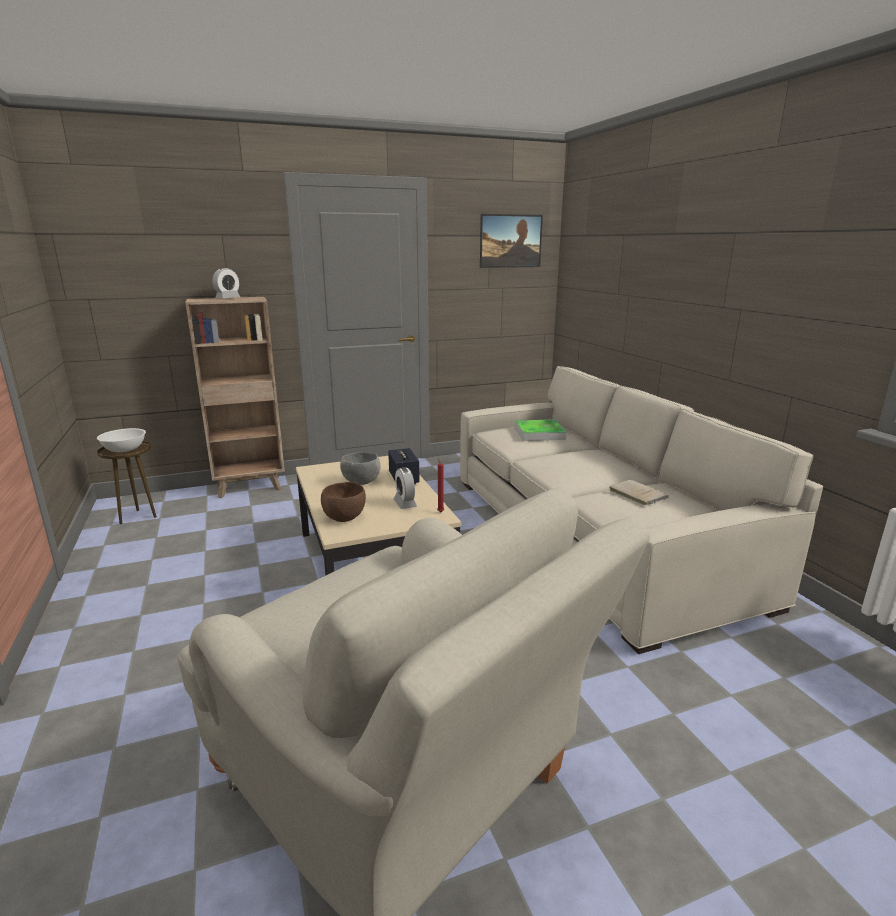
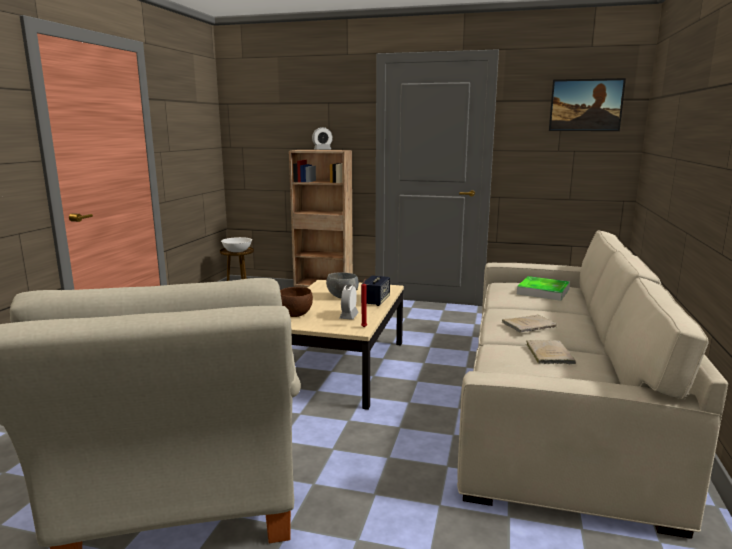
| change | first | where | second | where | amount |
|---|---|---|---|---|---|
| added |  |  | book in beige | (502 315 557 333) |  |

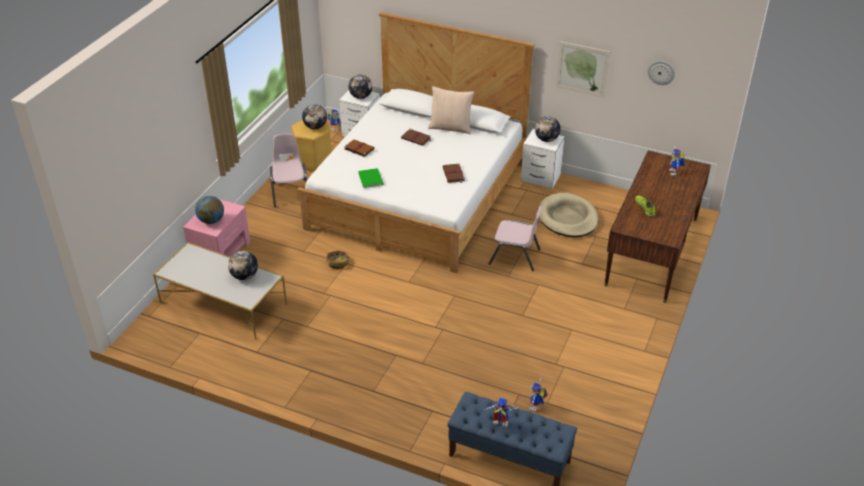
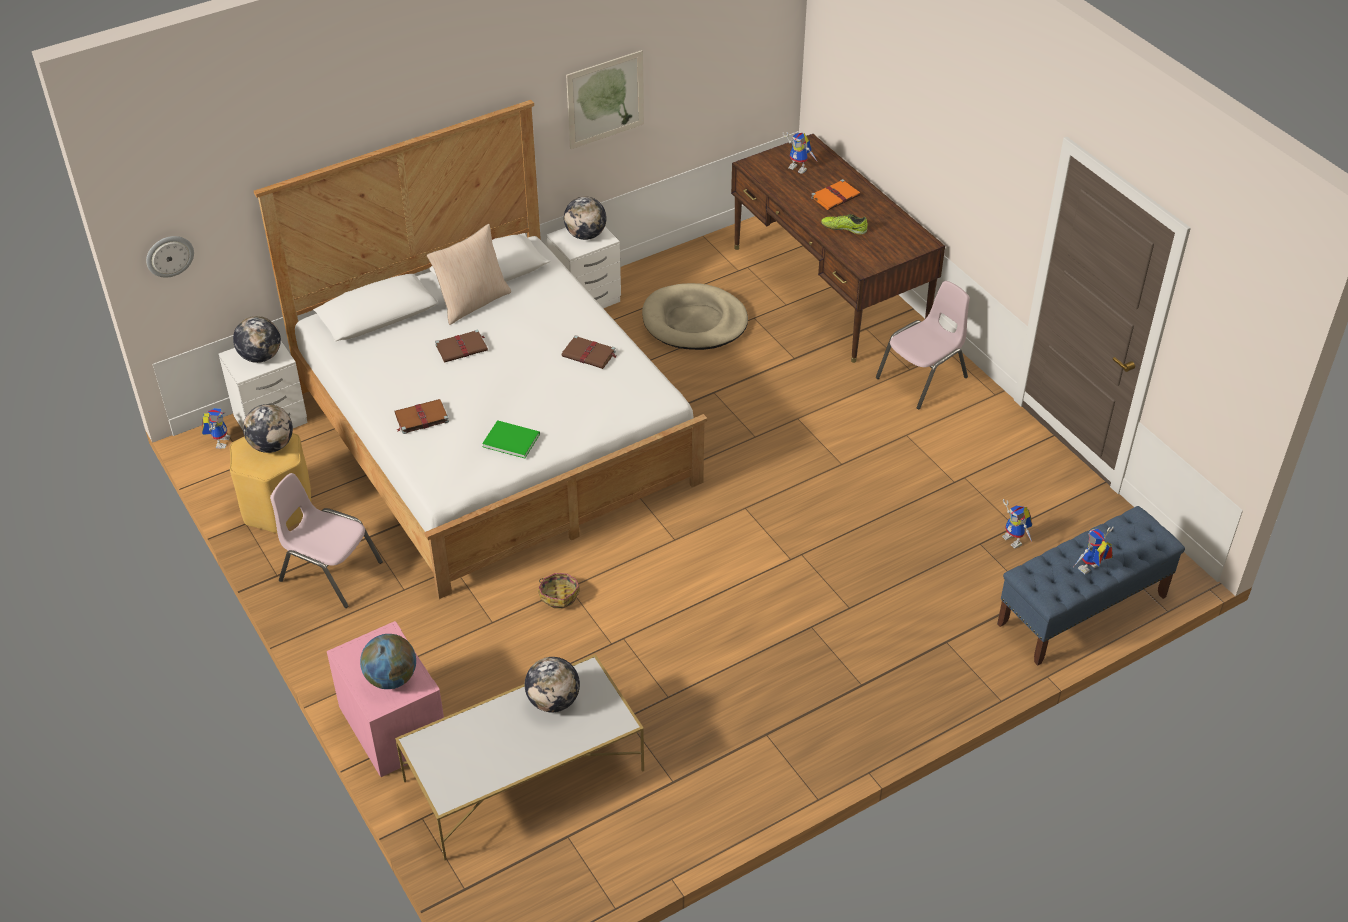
| change | first | where | second | where | amount |
|---|---|---|---|---|---|
| added |  |  | book in orange | (811 179 860 210) |  |
| moved | chair in pink | (489 205 542 272) |  | (876 281 970 409) |  |
| moved | wall clock | (648 61 675 85) |  | (146 236 194 278) |  |

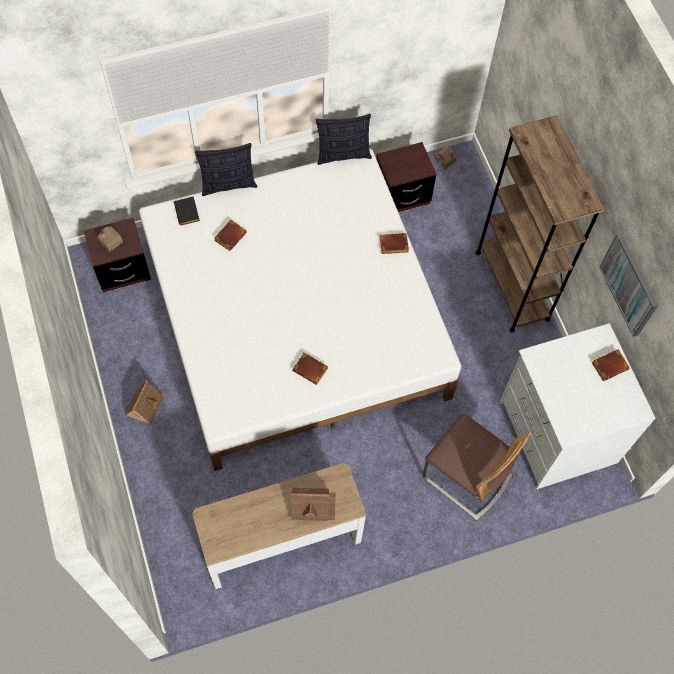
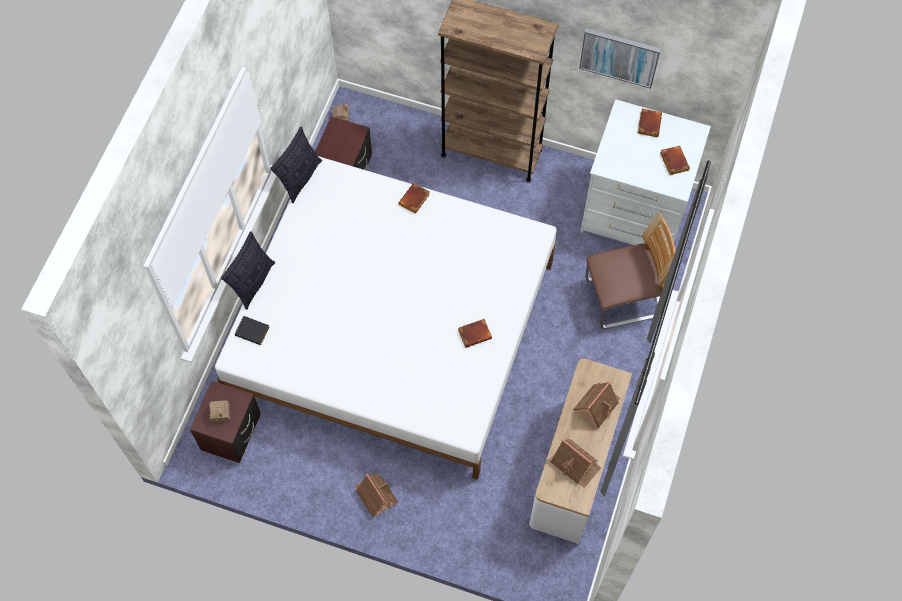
| change | first | where | second | where | amount |
|---|---|---|---|---|---|
| added |  |  | toy house | (551 439 601 488) |  |
| moved | book in brown | (214 220 247 251) |  | (660 146 690 175) |  |

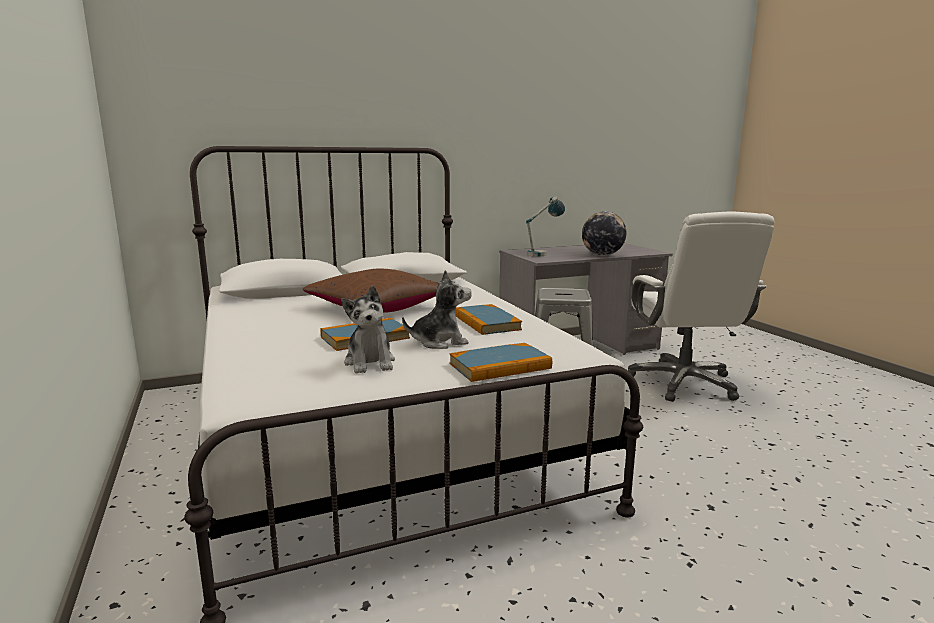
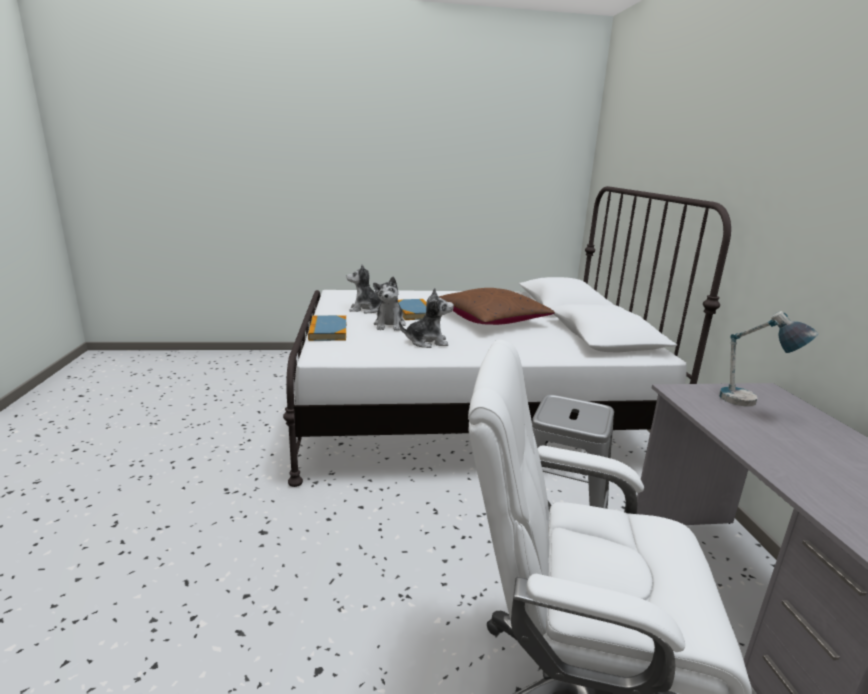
| change | first | where | second | where | amount |
|---|---|---|---|---|---|
| removed | globe | (582 211 626 255) |  |  |  |
| replaced | book | (455 304 522 335) | plush toy | (399 288 454 348) |  |

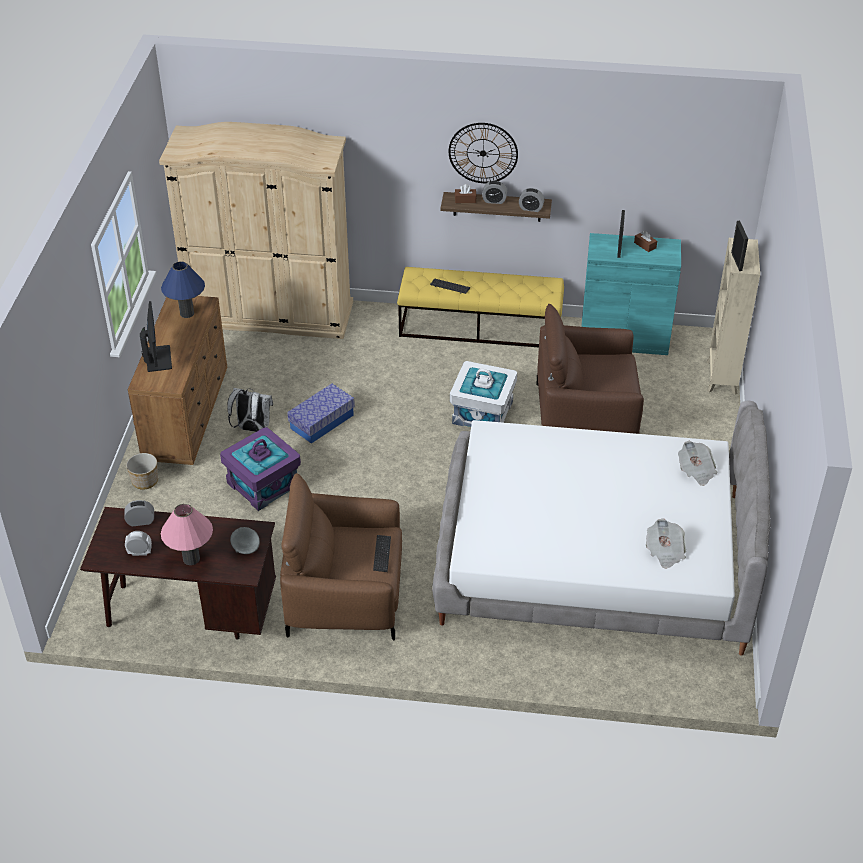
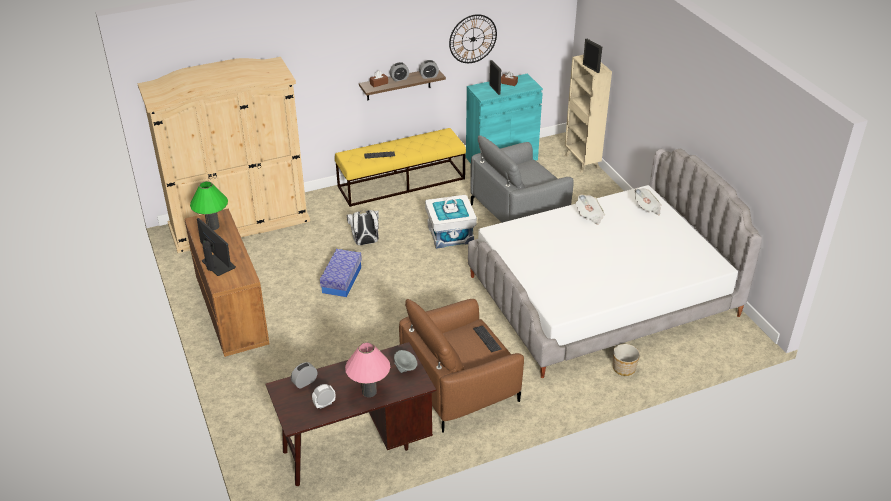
| change | first | where | second | where | amount |
|---|---|---|---|---|---|
| removed | storage box in purple | (220 427 301 511) |  |  |  |
| moved | planter | (126 453 158 490) |  | (613 344 640 376) |  |
| moved | backpack in white | (227 388 273 432) |  | (347 210 379 245) |  |
| moved | wall clock | (449 123 518 183) |  | (449 14 497 63) |  |
| moved | newspaper | (646 519 686 569) |  | (576 194 605 225) |  |
| recoloured | table lamp in blue | (161 261 205 318) | table lamp in green | (190 181 228 230) |  |
| recoloured | armchair in brown | (537 304 644 434) | armchair in grey | (470 135 574 223) |  |

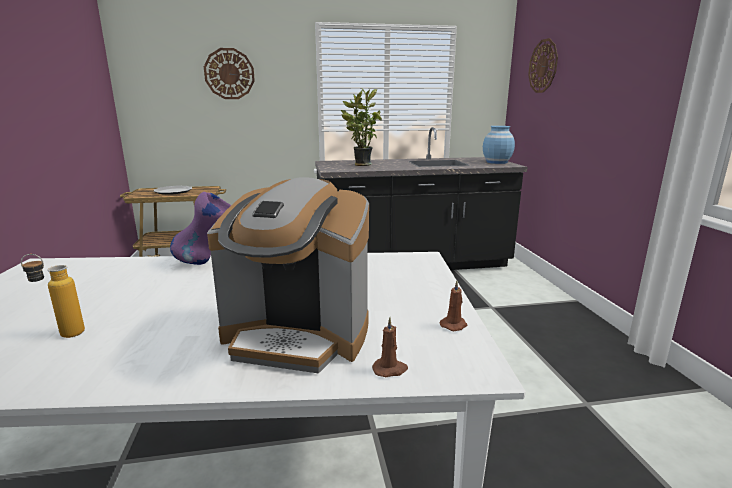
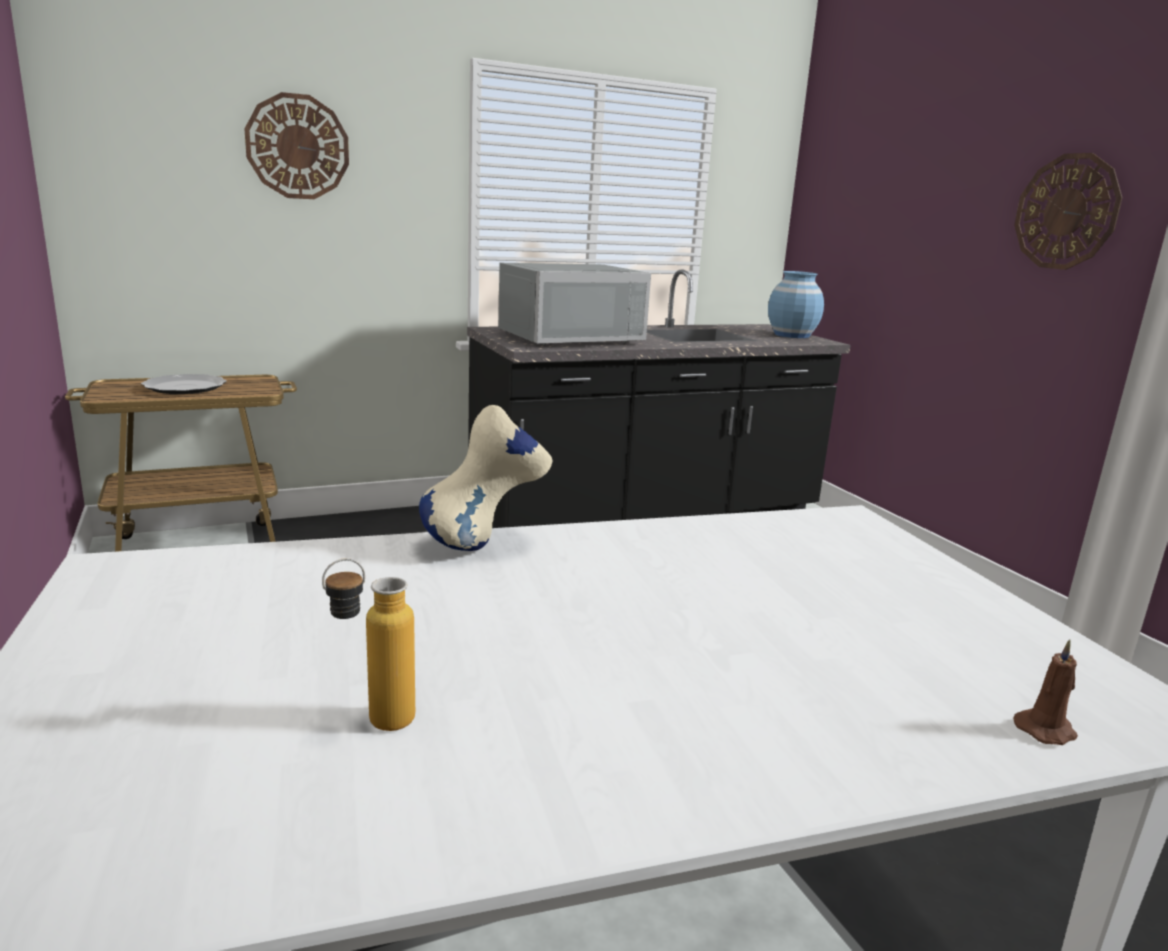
| change | first | where | second | where | amount |
|---|---|---|---|---|---|
| removed | coffee machine | (207 177 369 374) |  |  |  |
| removed | candle in brown | (440 281 467 331) |  |  |  |
| moved | wall clock | (528 38 558 93) |  | (1014 153 1123 270) |  |
| replaced | potted plant | (341 88 382 166) | microwave in grey | (498 263 651 346) |  |
| recoloured | vase in purple | (170 192 231 265) | vase in beige | (419 405 552 551) |  |

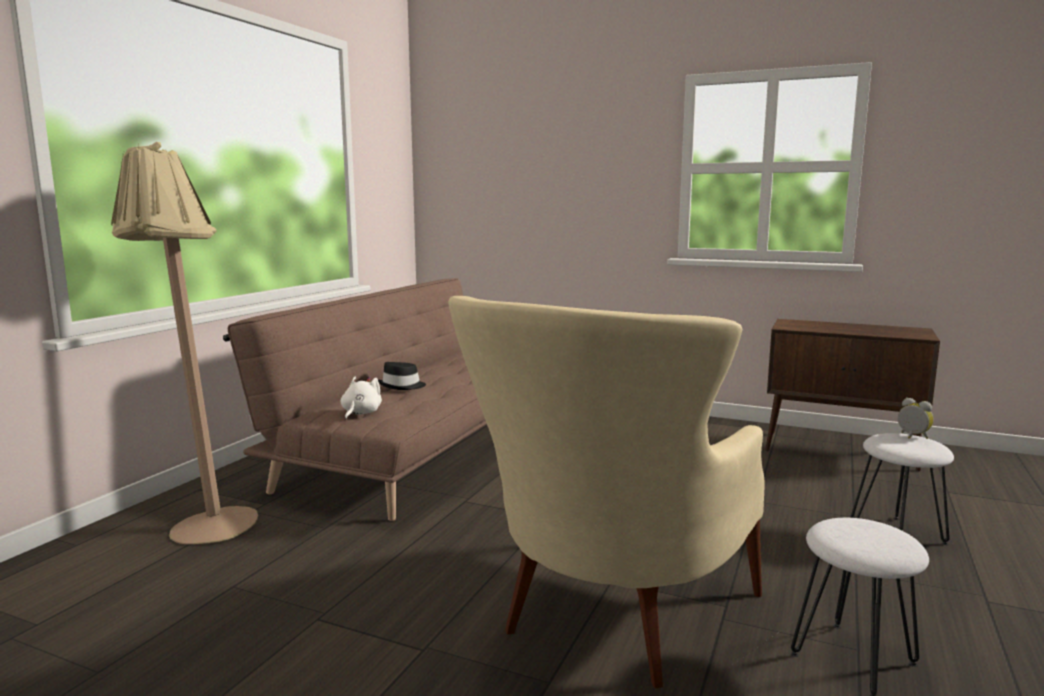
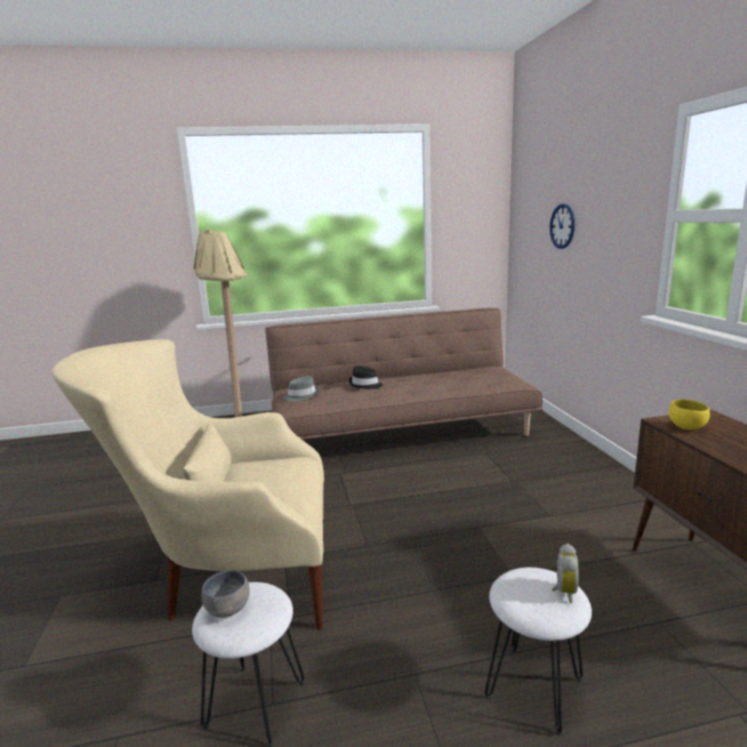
| change | first | where | second | where | amount |
|---|---|---|---|---|---|
| added |  |  | bowl in grey | (201 570 250 618) |  |
| added |  |  | wall clock | (550 204 575 249) |  |
| added |  |  | bowl in yellow | (669 399 710 430) |  |
| replaced | plush toy in white | (341 376 382 420) | hat in grey | (284 376 319 401) |  |

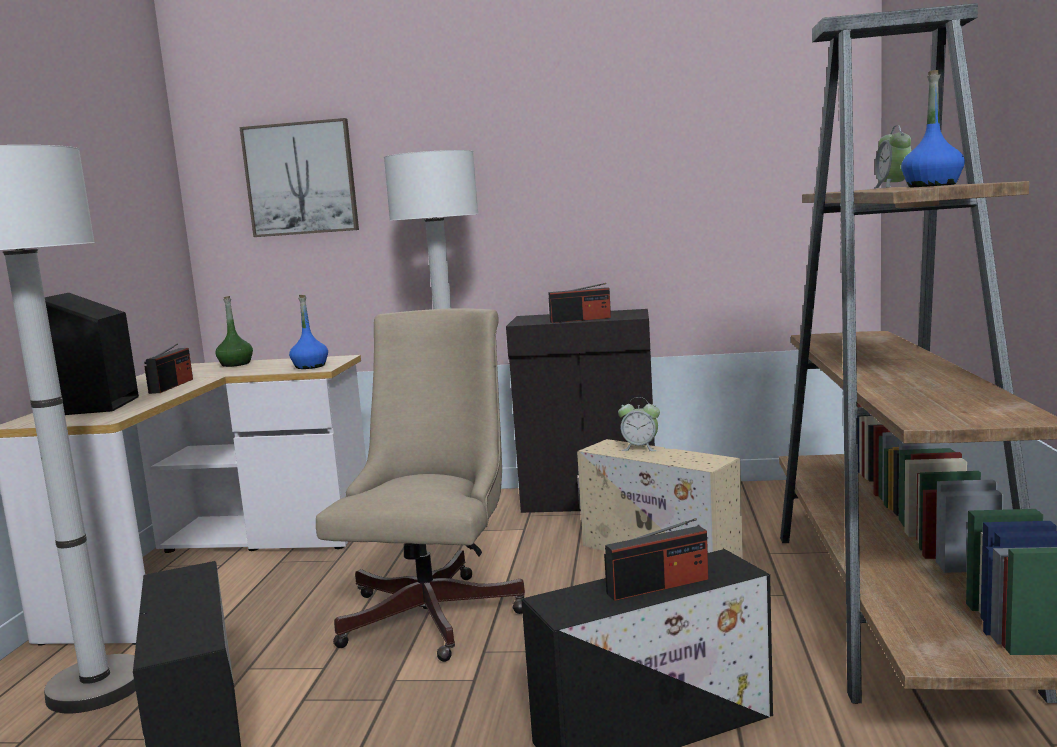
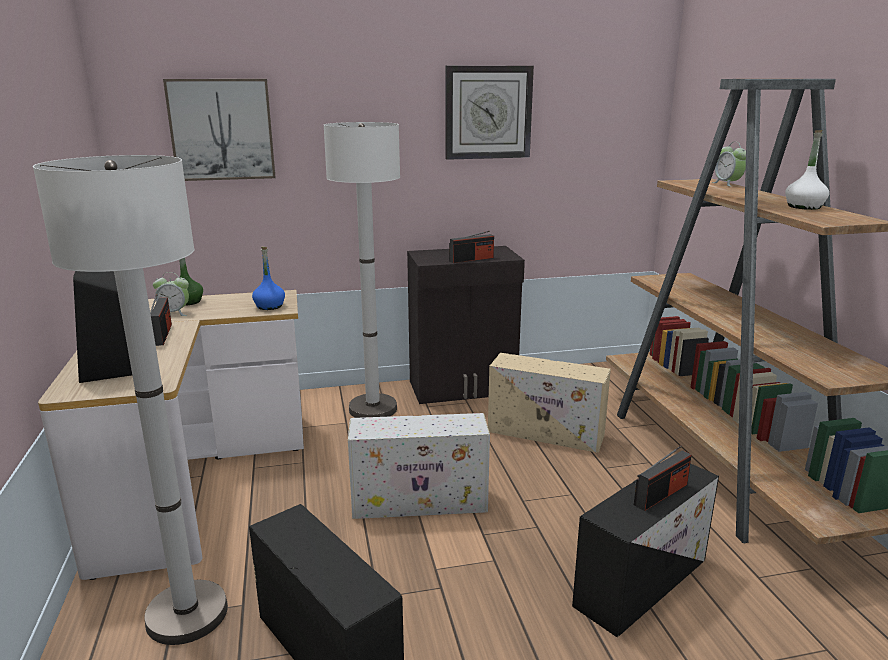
| change | first | where | second | where | amount |
|---|---|---|---|---|---|
| added |  |  | wall clock | (445 66 534 160) |  |
| moved | alarm clock | (618 397 660 451) |  | (153 272 189 316) |  |
| replaced | office chair in beige | (316 308 525 662) | storage box in white | (348 413 490 519) |  |
| recoloured | bottle in blue | (901 70 965 188) | bottle in white | (785 130 829 210) |  |

